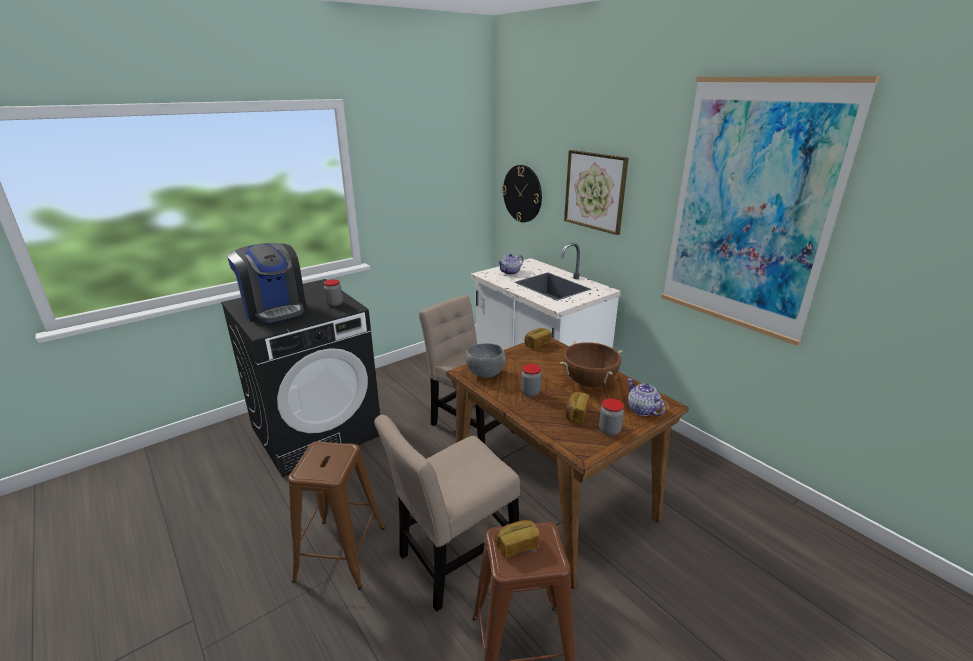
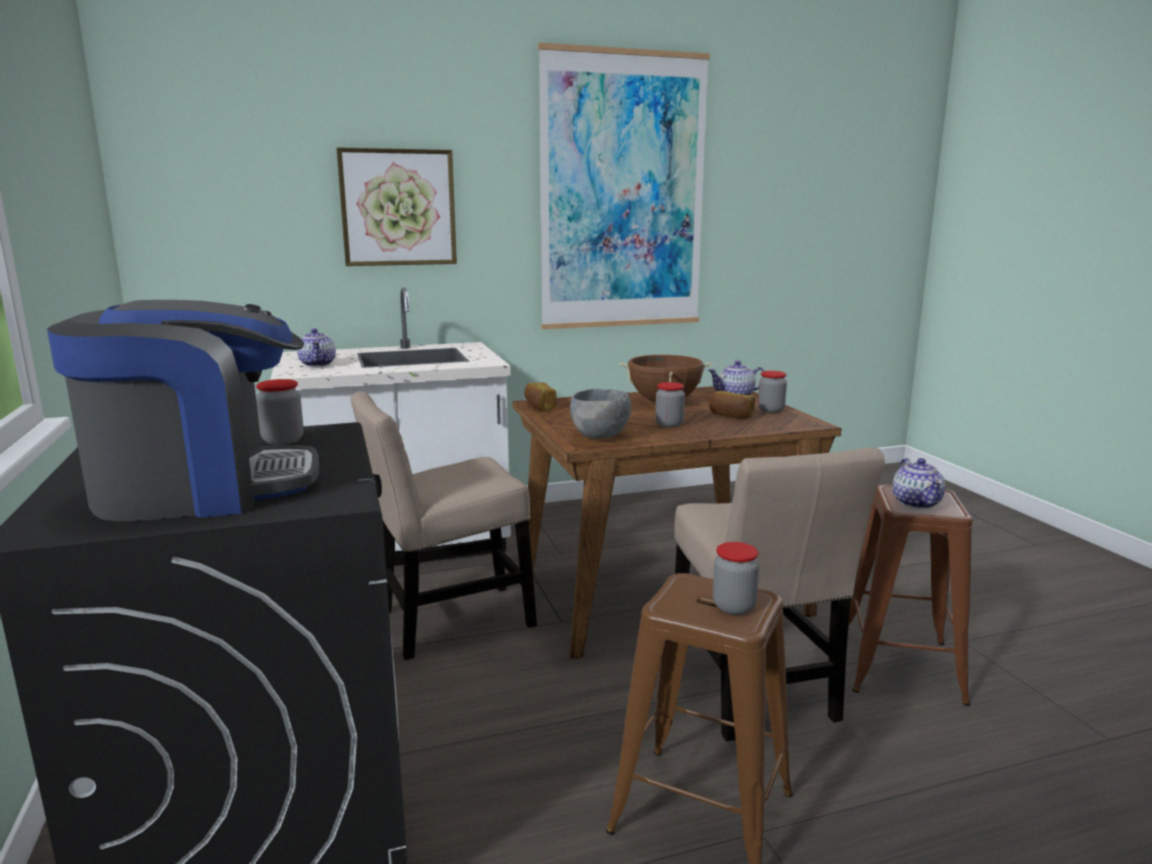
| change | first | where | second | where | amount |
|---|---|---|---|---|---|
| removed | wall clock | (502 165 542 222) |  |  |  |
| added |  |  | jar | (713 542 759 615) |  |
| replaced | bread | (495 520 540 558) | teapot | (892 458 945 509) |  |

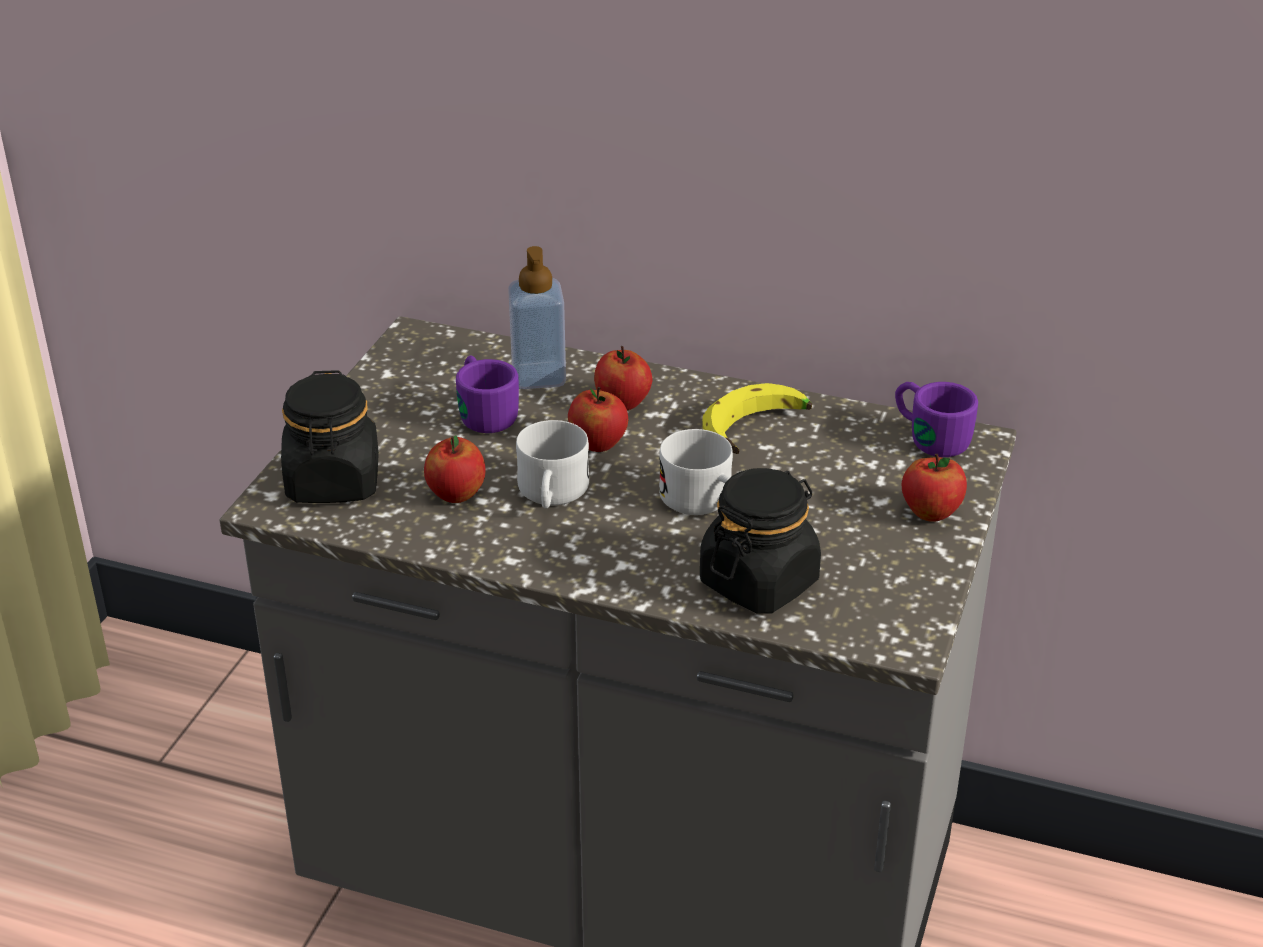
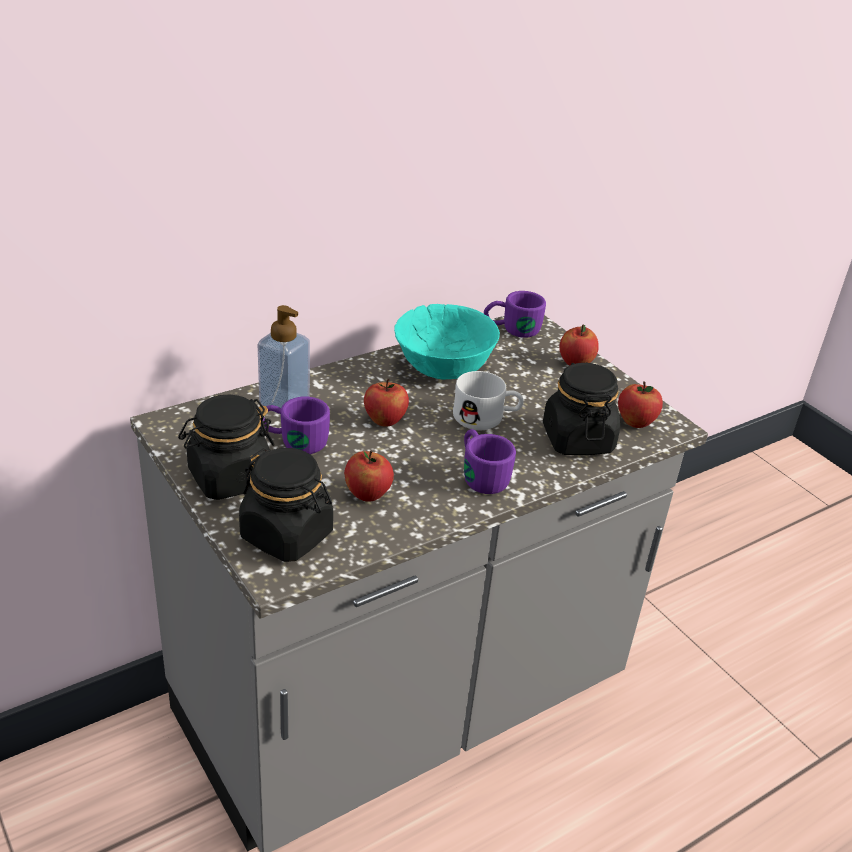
| change | first | where | second | where | amount |
|---|---|---|---|---|---|
| removed | mug in white | (516 420 589 509) |  |  |  |
| added |  |  | jar in black | (178 394 275 500) |  |
| added |  |  | mug in purple | (464 429 516 494) |  |
| moved | apple | (594 346 653 410) |  | (618 382 663 428) |  |
| replaced | banana | (702 383 812 454) | bowl in turquoise | (394 304 500 380) |  |

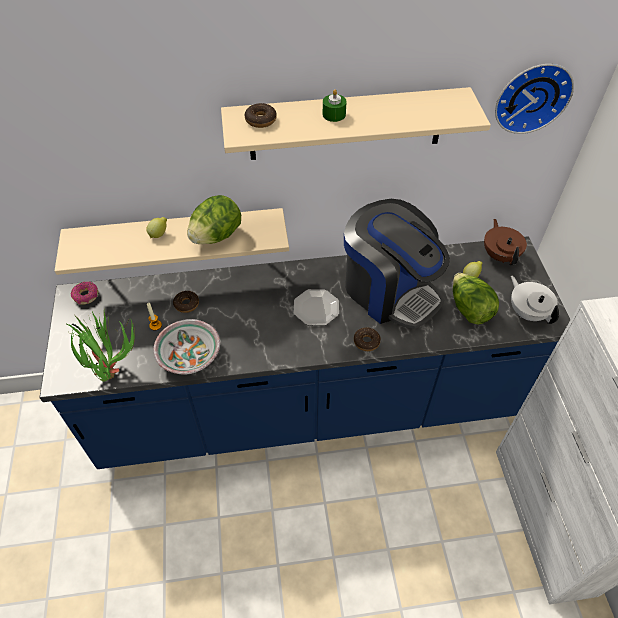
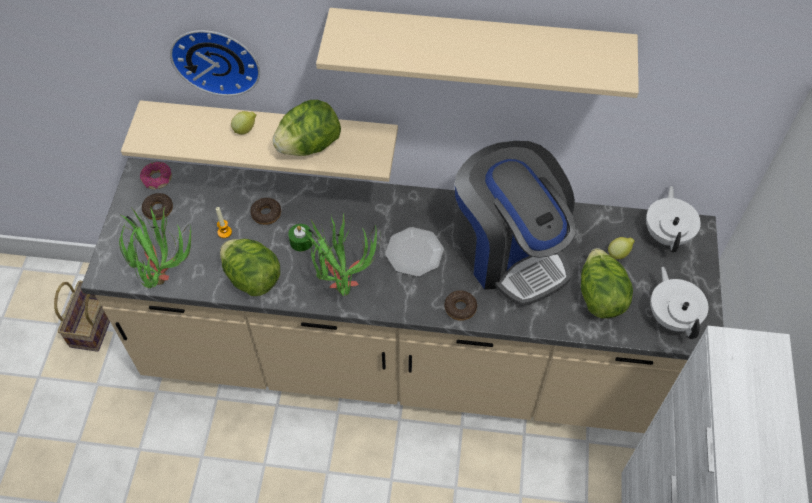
| change | first | where | second | where | amount |
|---|---|---|---|---|---|
| added |  |  | basket | (54 281 110 352) |  |
| added |  |  | potted plant | (301 214 381 296) |  |
| moved | donut | (245 103 277 128) |  | (142 193 173 220) |  |
| moved | candle in green | (323 89 347 122) |  | (288 224 313 251) |  |
| moved | wall clock | (495 64 574 134) |  | (170 30 260 96) |  |
| replaced | bowl | (153 319 220 375) | lettuce | (220 239 280 296) |  |
| recoloured | counter in blue | (40 236 571 469) | counter in beige | (81 158 724 433) |  |
| recoloured | teapot in brown | (484 219 527 265) | teapot in white | (646 186 701 253) |  |

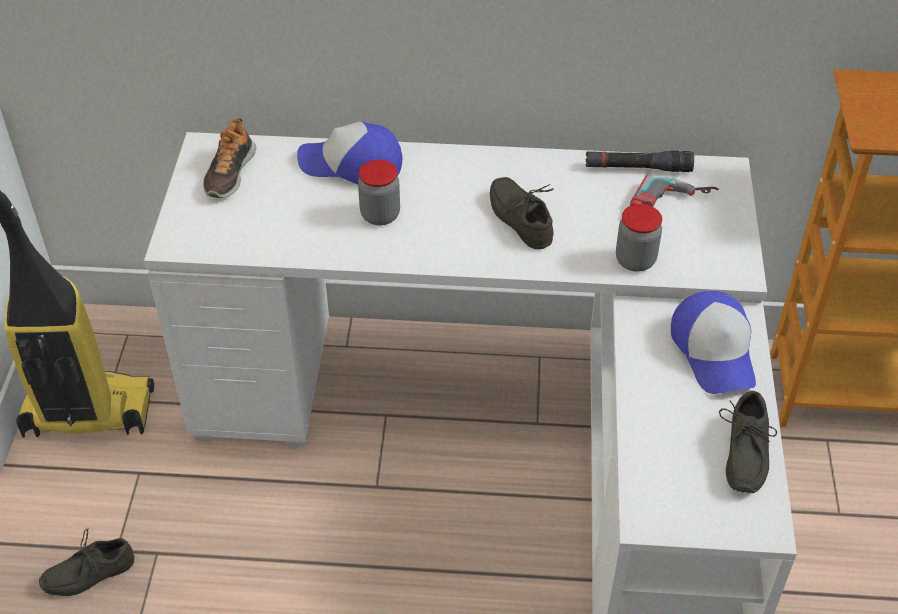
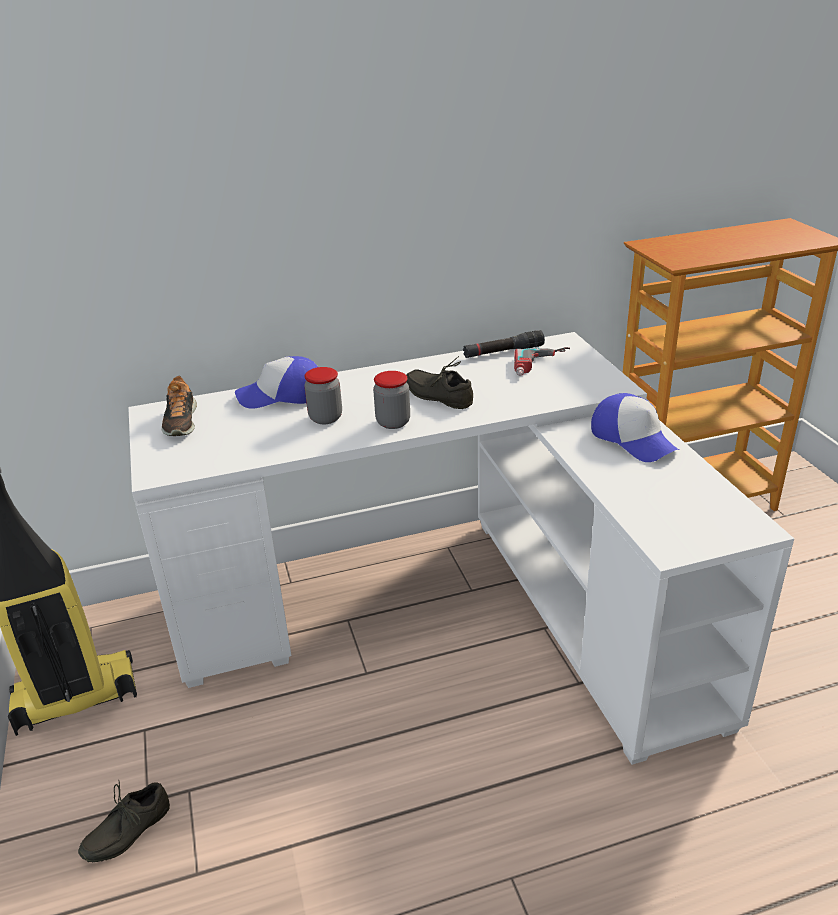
| change | first | where | second | where | amount |
|---|---|---|---|---|---|
| removed | shoe in grey | (719 391 777 493) |  |  |  |
| moved | jar | (616 204 662 272) |  | (373 371 410 429) |  |

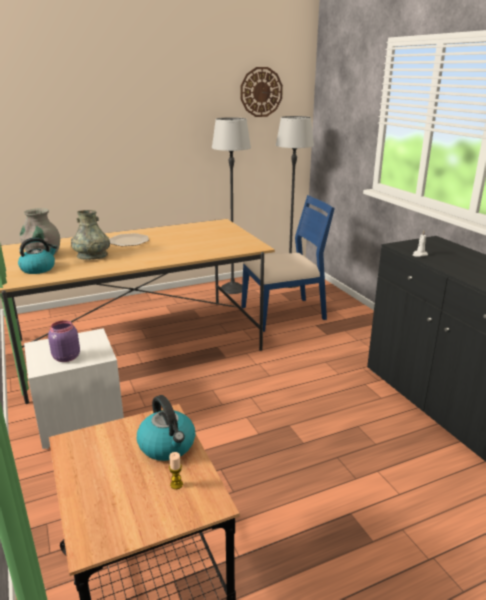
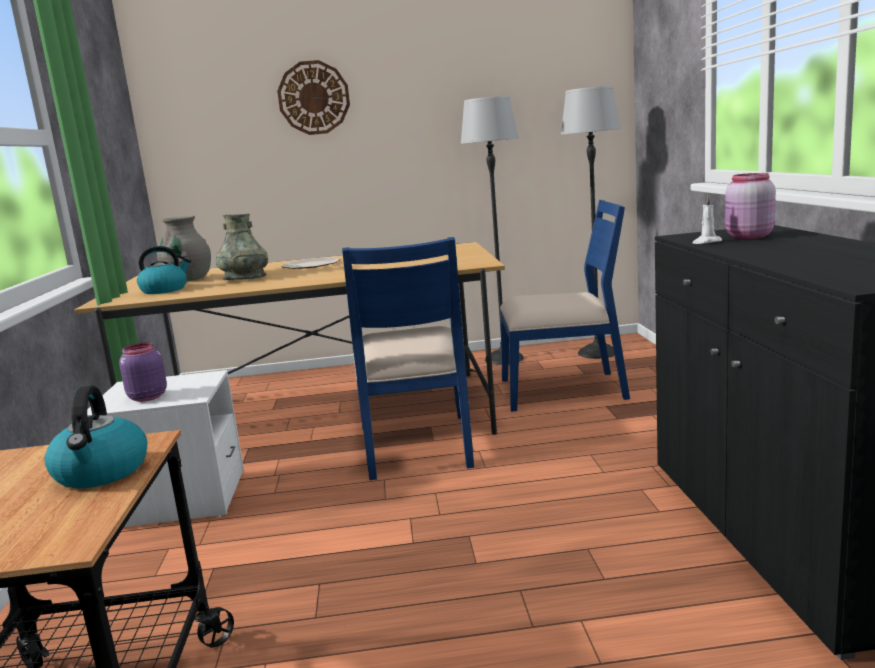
| change | first | where | second | where | amount |
|---|---|---|---|---|---|
| removed | candle | (169 452 183 489) |  |  |  |
| added |  |  | chair in blue | (342 237 474 480) |  |
| added |  |  | jar in pink | (725 173 776 239) |  |
| moved | wall clock | (240 67 283 117) |  | (277 60 350 135) |  |

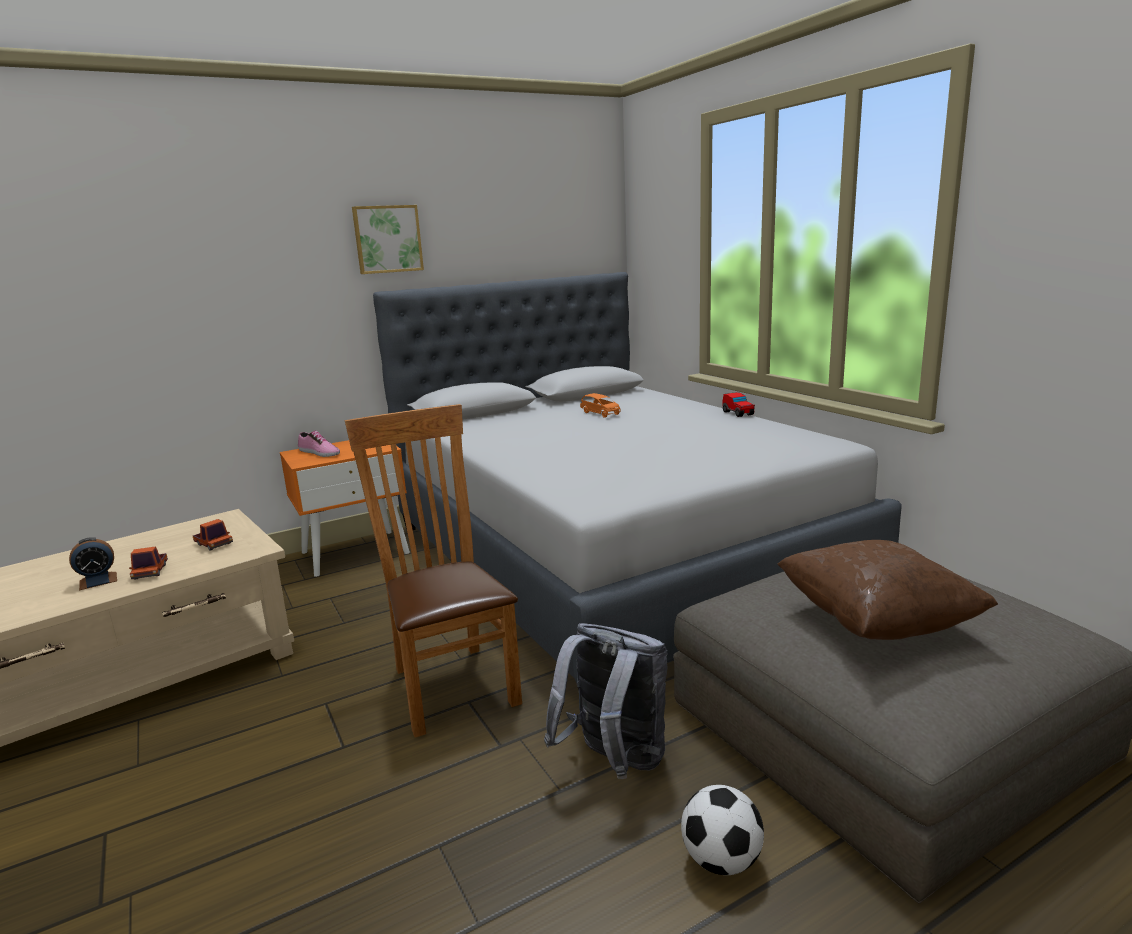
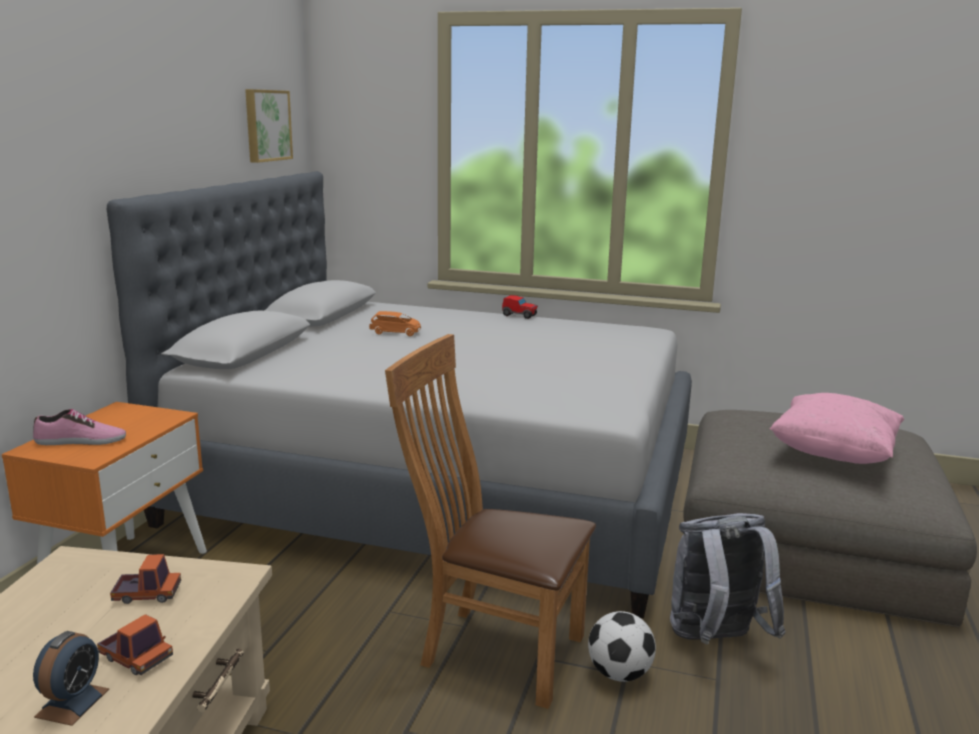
| change | first | where | second | where | amount |
|---|---|---|---|---|---|
| moved | picture | (352 205 424 274) |  | (245 89 293 163) |  |
| moved | football | (681 785 764 875) |  | (588 611 656 682) |  |
| recoloured | pillow in brown | (778 540 998 640) | pillow in pink | (770 393 904 464) |  |

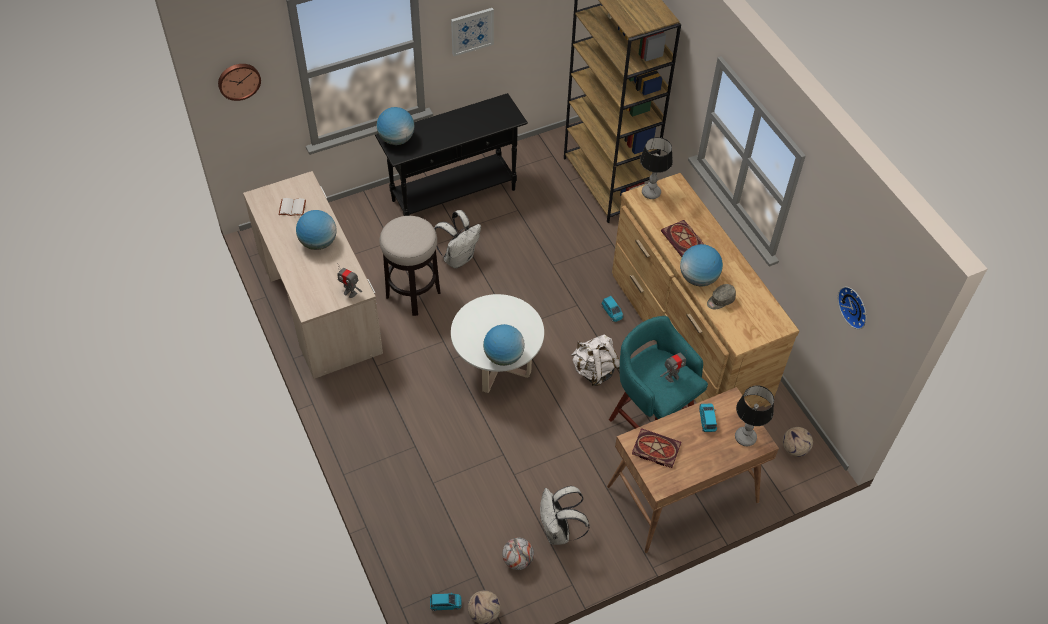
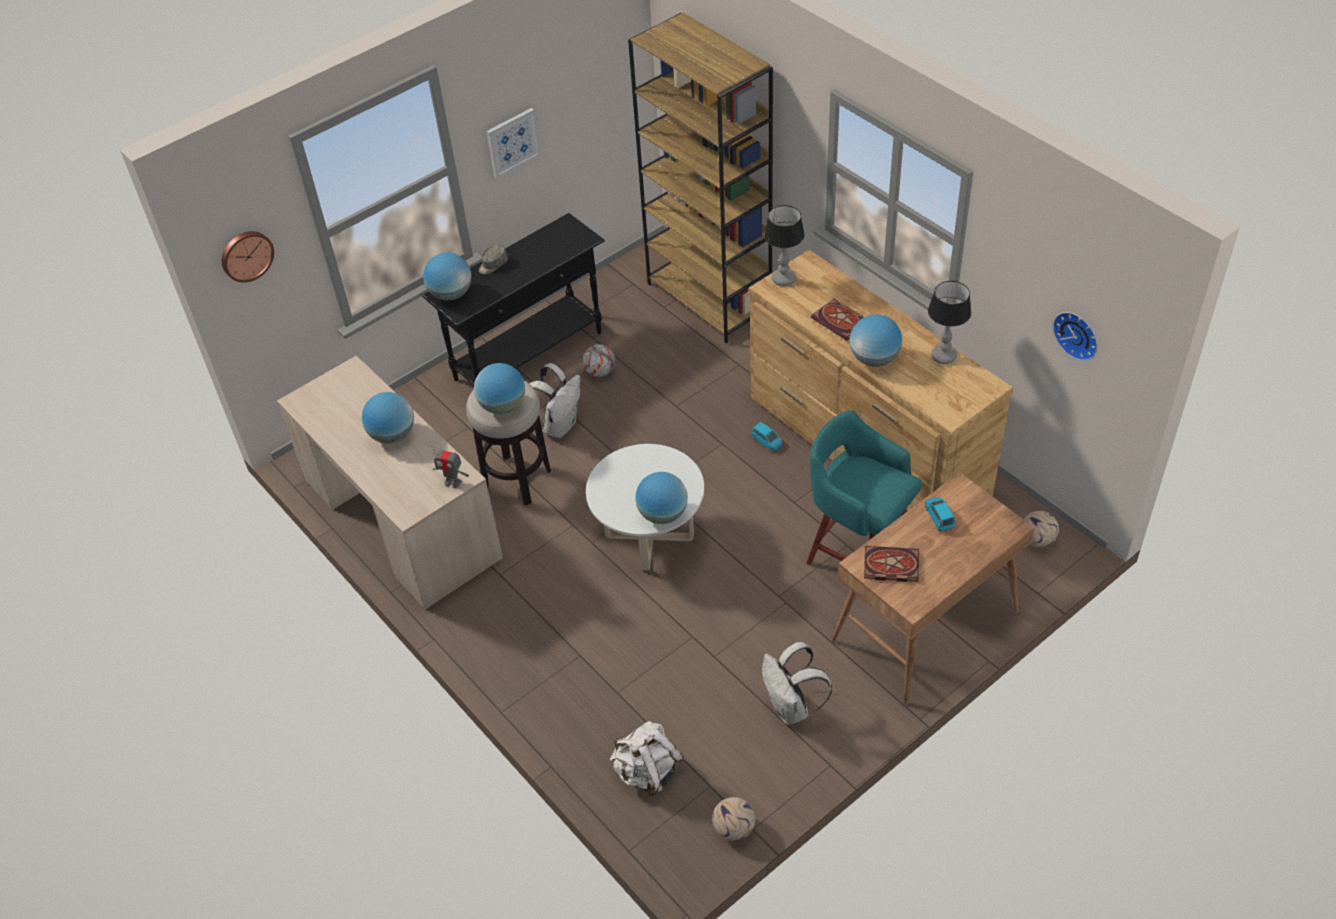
| change | first | where | second | where | amount |
|---|---|---|---|---|---|
| removed | book in white | (279 198 306 216) |  |  |  |
| removed | toy car in blue | (430 592 462 611) |  |  |  |
| removed | toy robot | (660 352 686 382) |  |  |  |
| added |  |  | globe | (474 363 525 414) |  |
| moved | football | (502 537 534 570) |  | (583 344 615 377) |  |
| moved | backpack in white | (572 335 620 386) |  | (610 721 684 797) |  |
| moved | cap in grey | (707 284 736 309) |  | (479 244 508 274) |  |
| moved | table lamp | (735 386 774 446) |  | (928 281 971 364) |  |

